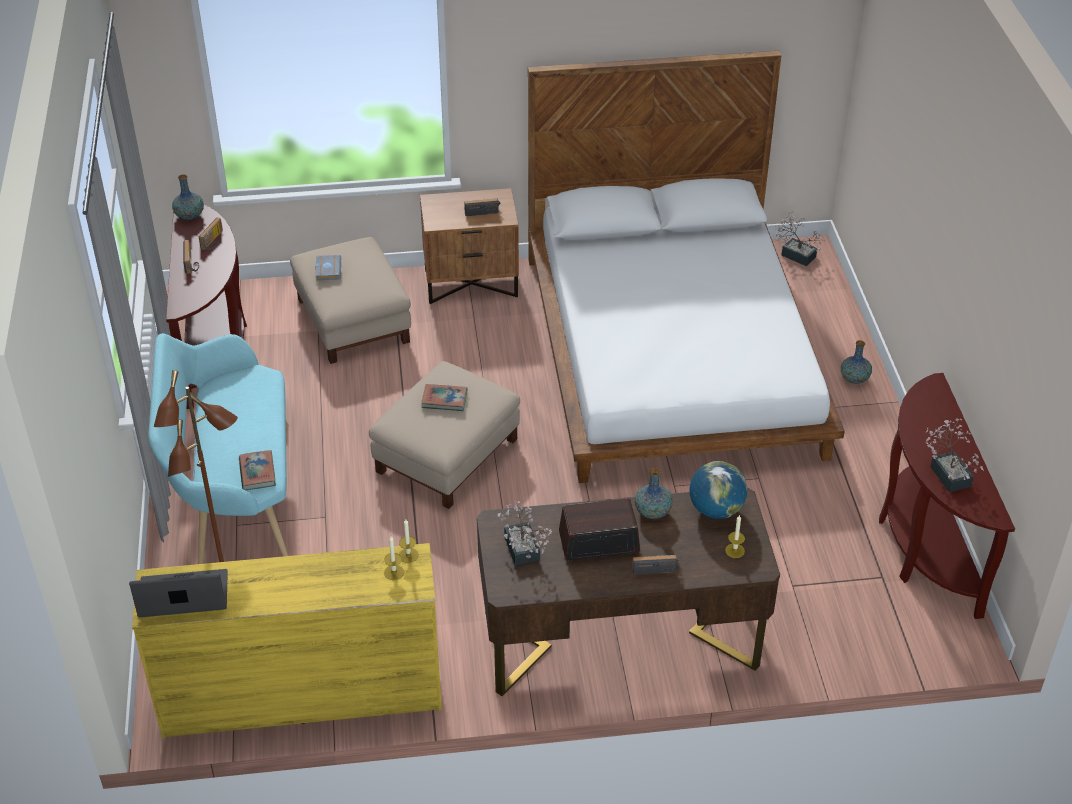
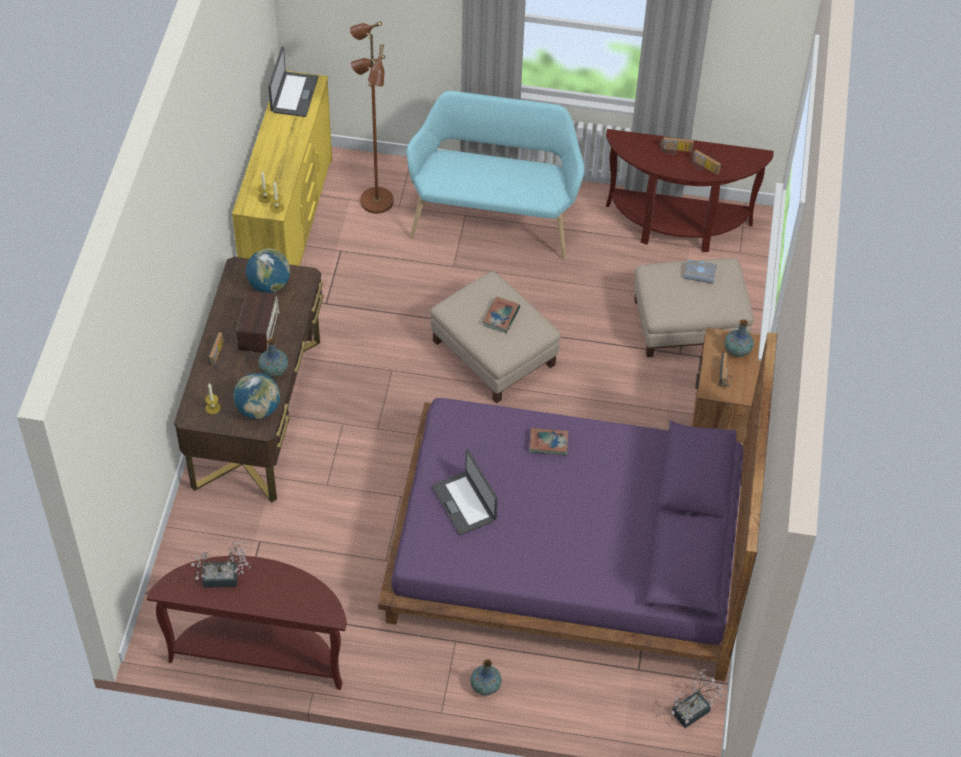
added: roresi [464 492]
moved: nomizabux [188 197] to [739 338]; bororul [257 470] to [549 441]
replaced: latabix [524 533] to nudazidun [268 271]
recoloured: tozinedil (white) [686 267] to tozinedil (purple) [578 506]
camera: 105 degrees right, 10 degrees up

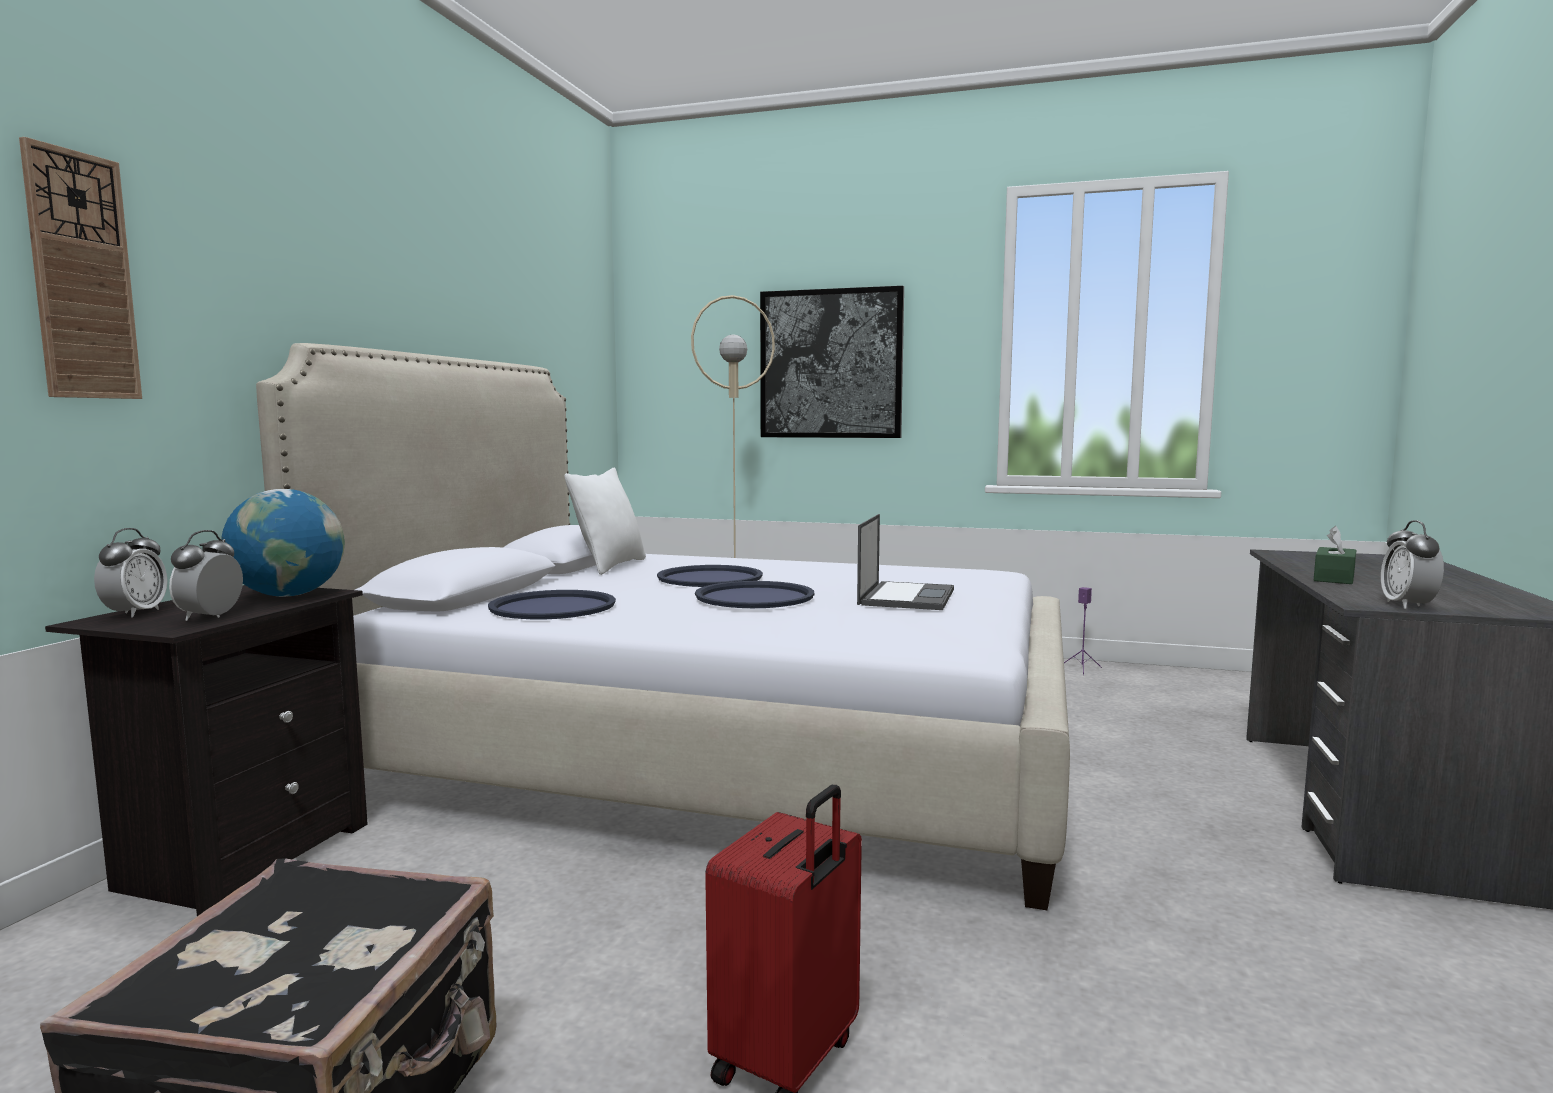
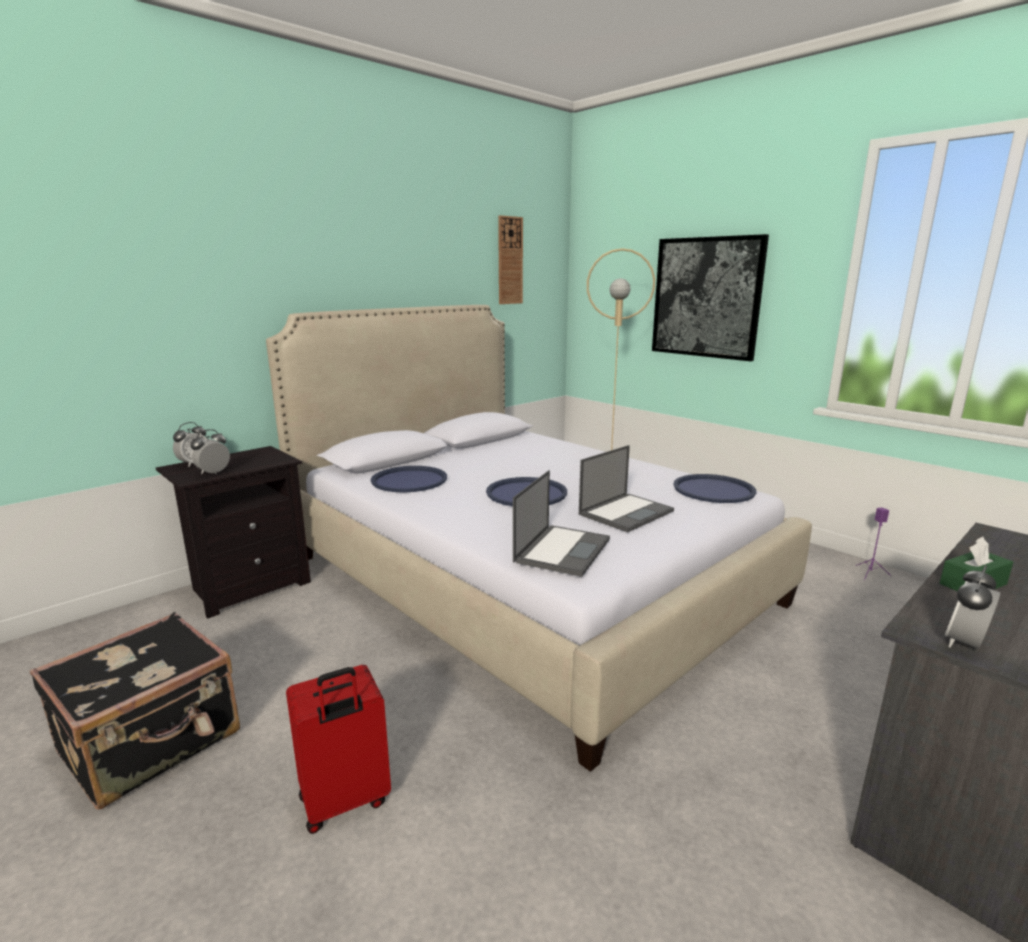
removed: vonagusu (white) [605 521]; nudazidun [283 543]
added: roresi [561 523]
moved: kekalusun [80 268] to [510 259]; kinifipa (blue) [710 576] to [715 488]
camera: 30 degrees right, 10 degrees up

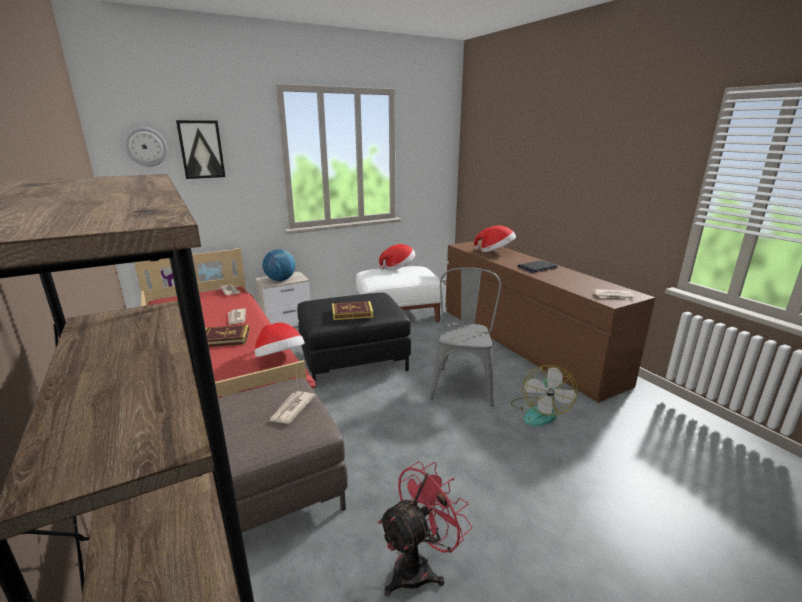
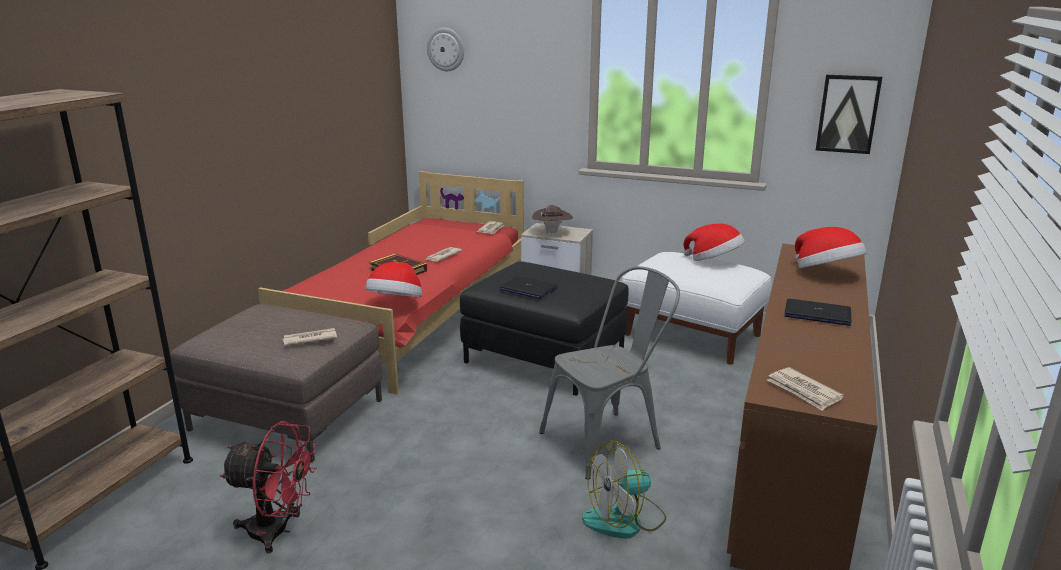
moved: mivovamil [200 149] to [849 114]
replaced: nudazidun [278 265] to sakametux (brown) [552 219]; bororul [353 310] to roresi [528 287]
camera: 50 degrees right, 0 degrees up

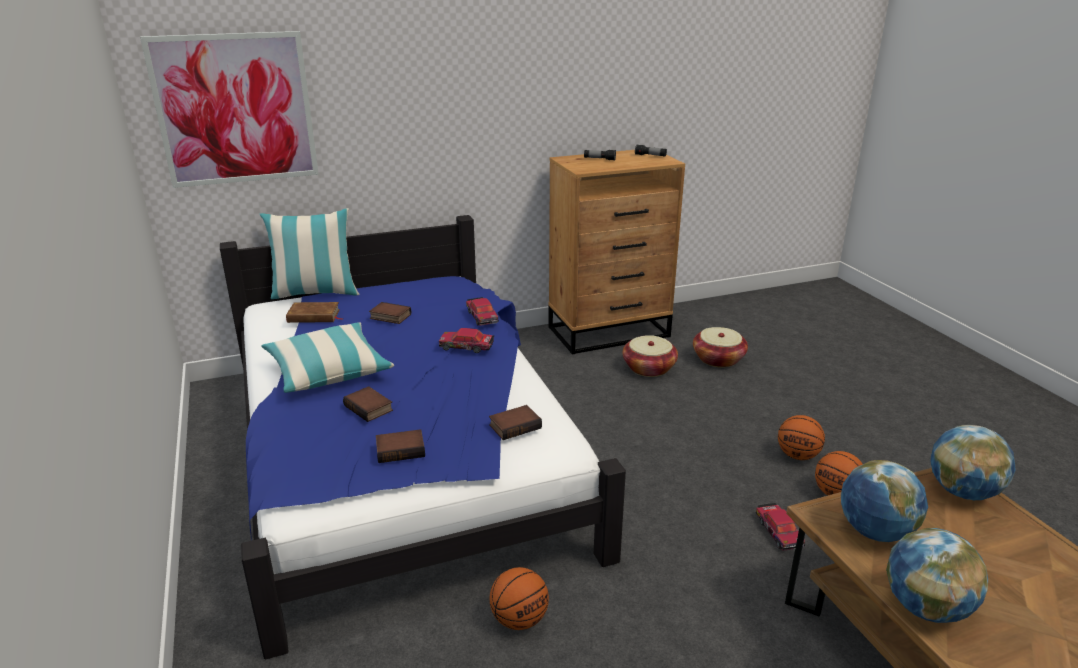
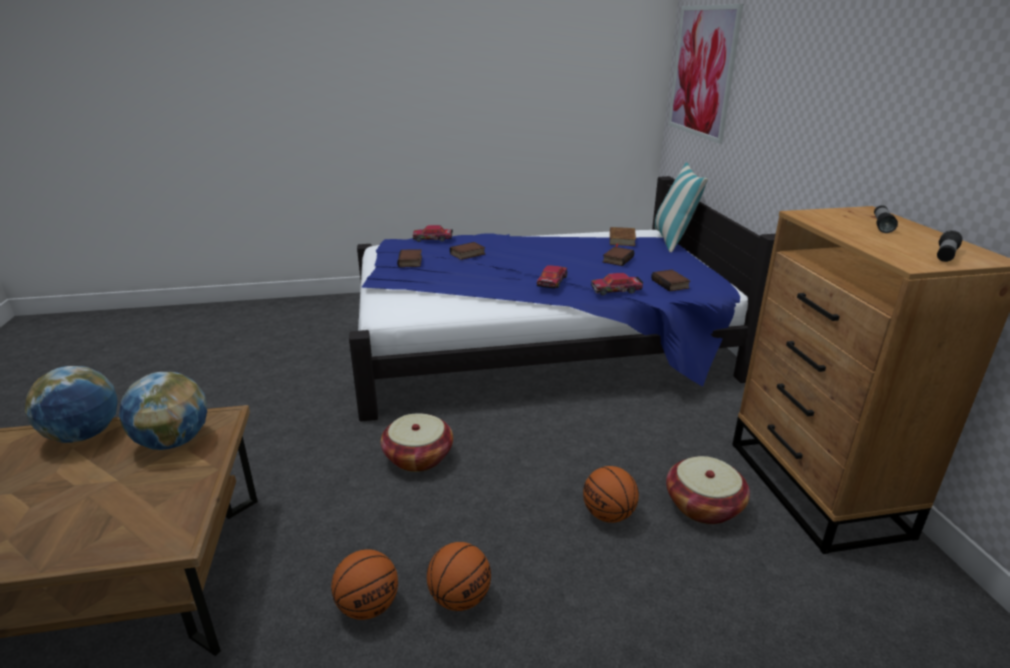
removed: vonagusu [327 357]; nudazidun [973 462]
moved: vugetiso [720 347] to [417 442]; bororul [515 422] to [670 280]; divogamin [780 527] to [433 233]; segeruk [519 598] to [611 494]
camera: 100 degrees right, 0 degrees up

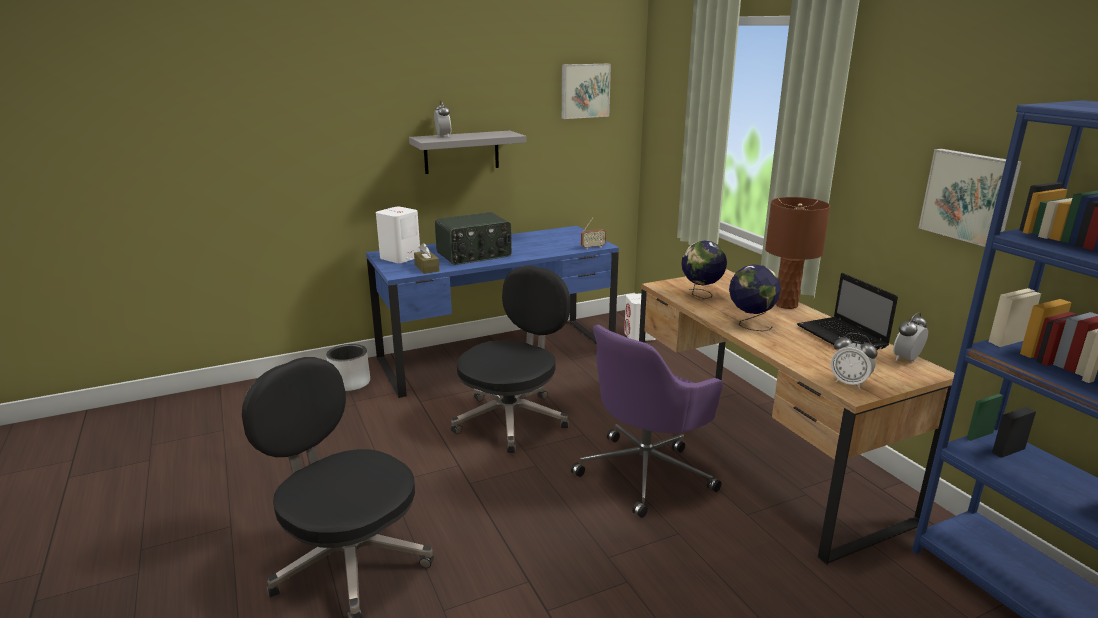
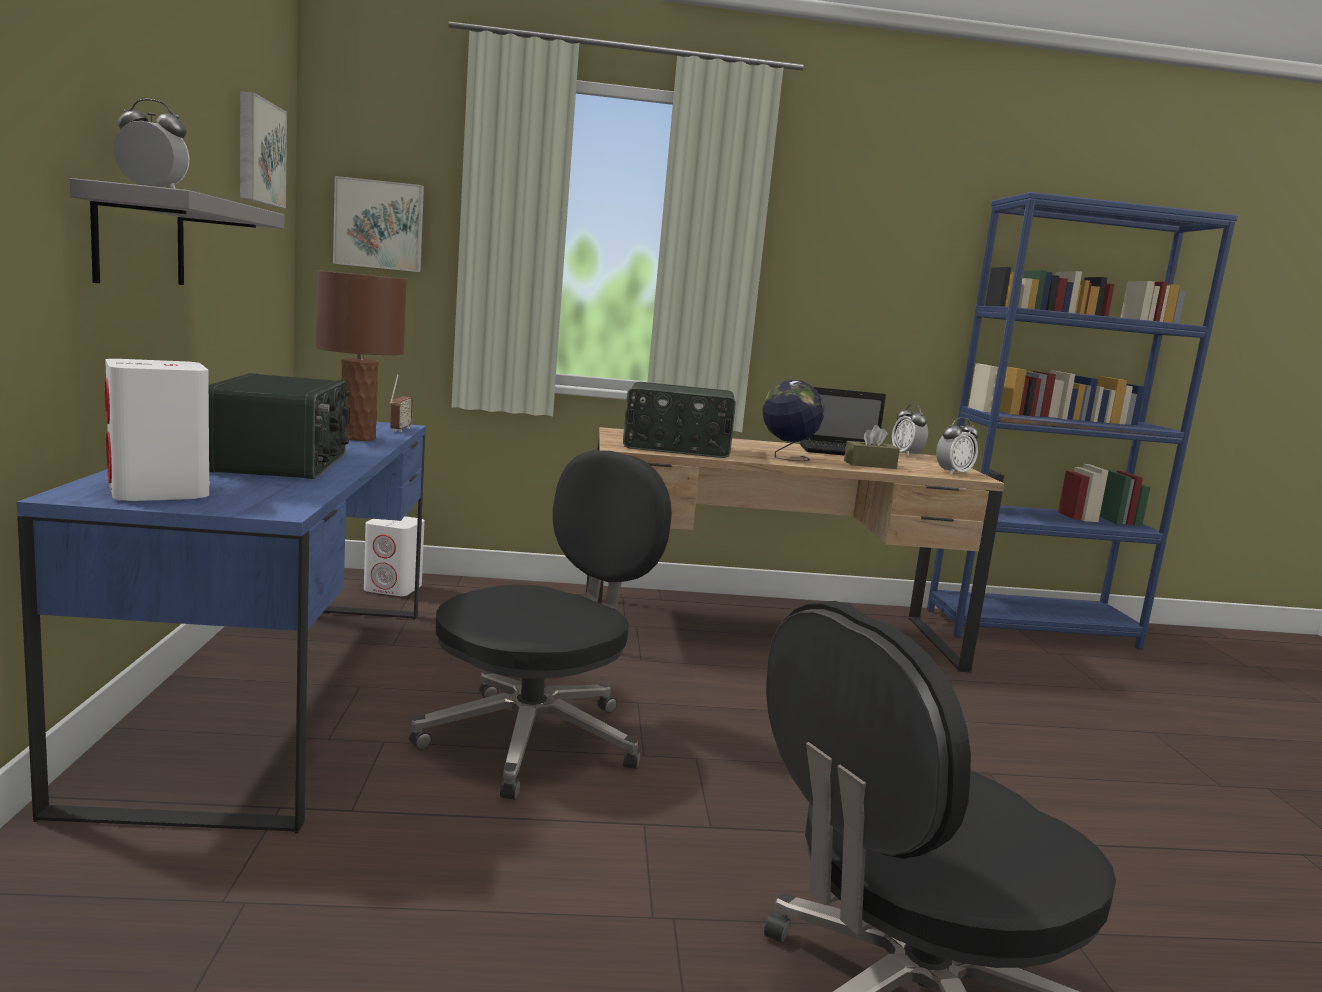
removed: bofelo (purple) [647 421]; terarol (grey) [348 368]
moved: mivovamil [970 198] to [378 224]; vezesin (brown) [797 253] to [361 355]; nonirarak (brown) [427 258] to [872 447]
replaced: nudazidun [704 270] to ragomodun [679 420]
turned: bofelo (black) [510 359] = [540 625] 75 degrees clockwise
camera: 70 degrees left, 10 degrees down

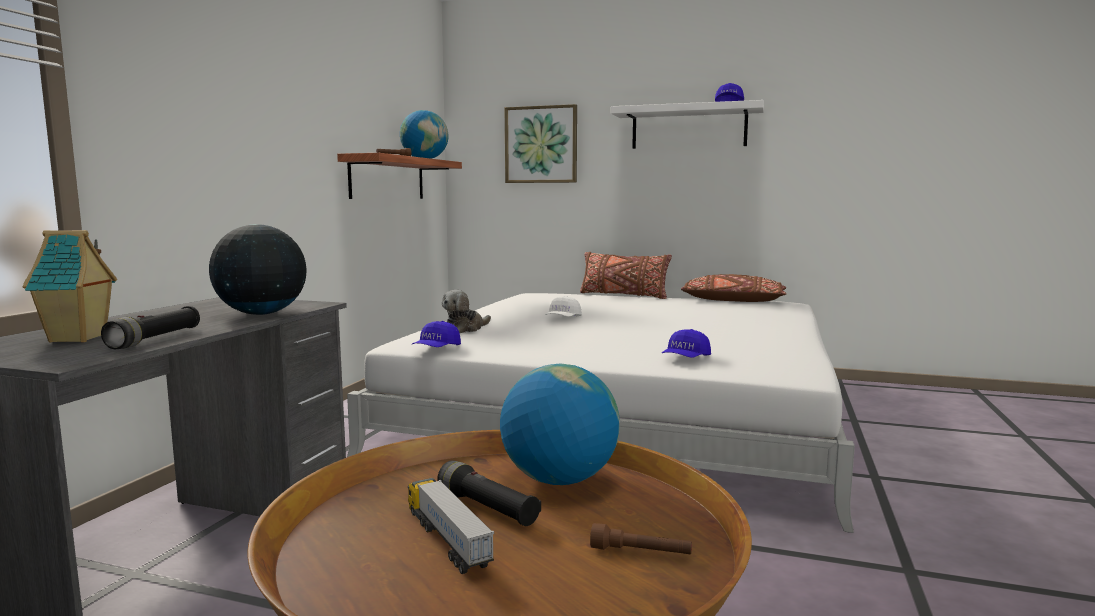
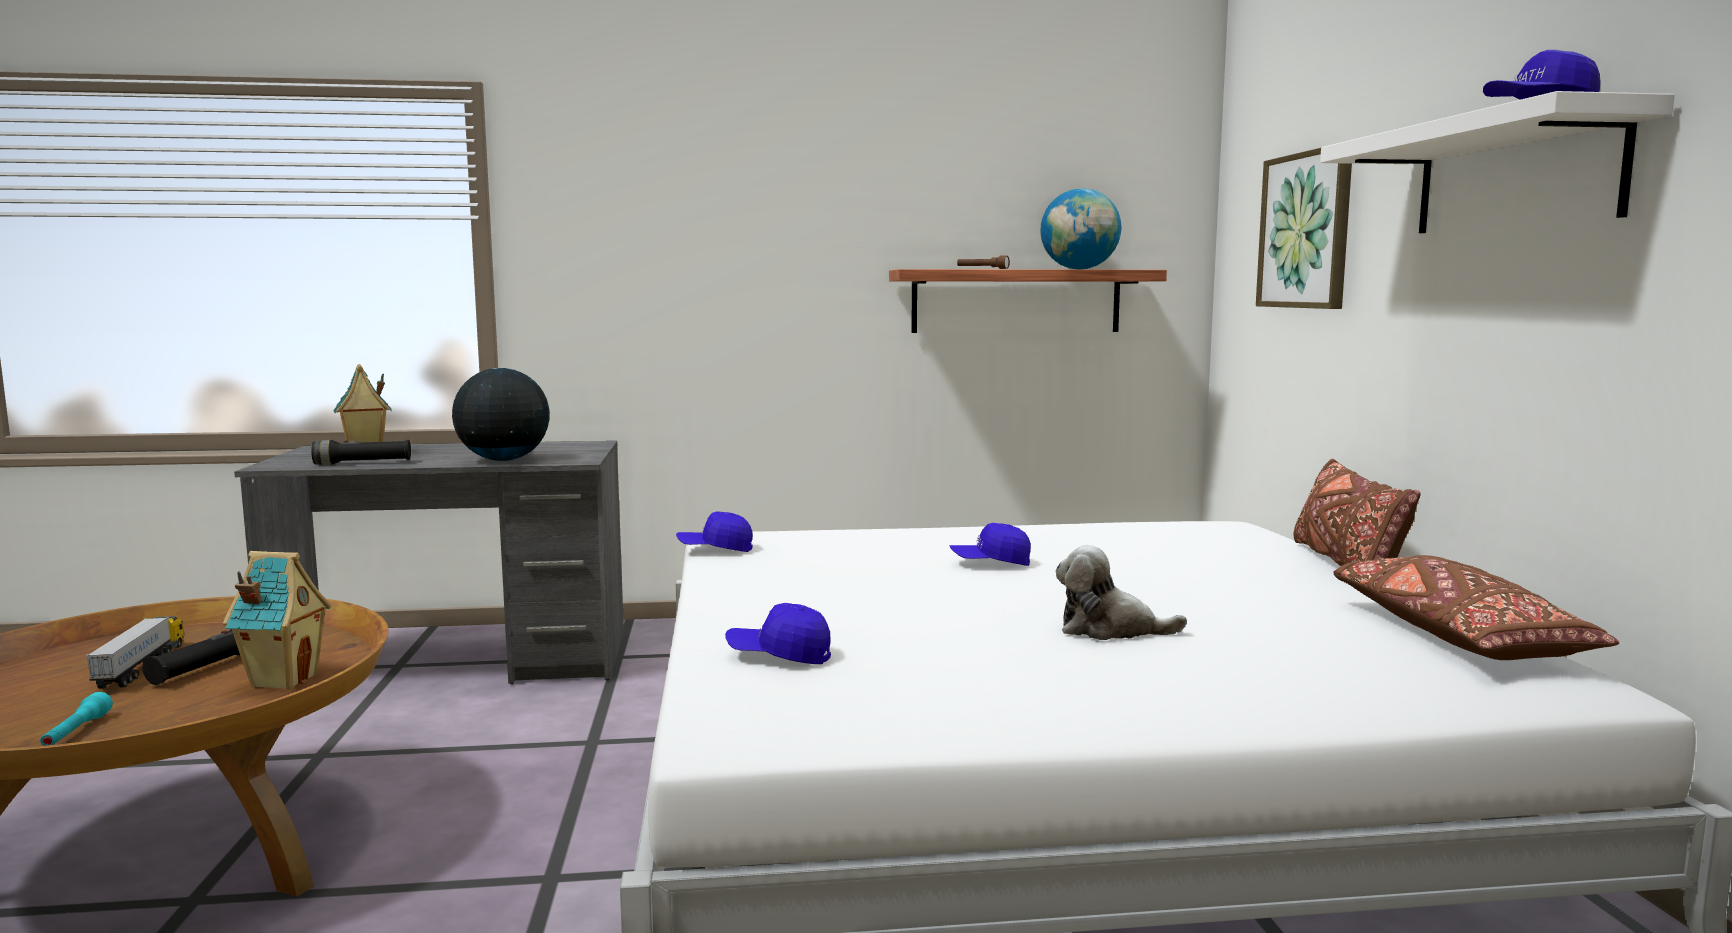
moved: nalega [466 311] to [1121 592]
replaced: nudazidun [560 424] to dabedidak [277 620]
recoloured: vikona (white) [563 306] to vikona (blue) [990 544]; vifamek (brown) [641 538] to vifamek (turquoise) [76 719]
turned: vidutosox [451 526] = [135 652] 45 degrees counterclockwise
camera: 65 degrees right, 0 degrees up

